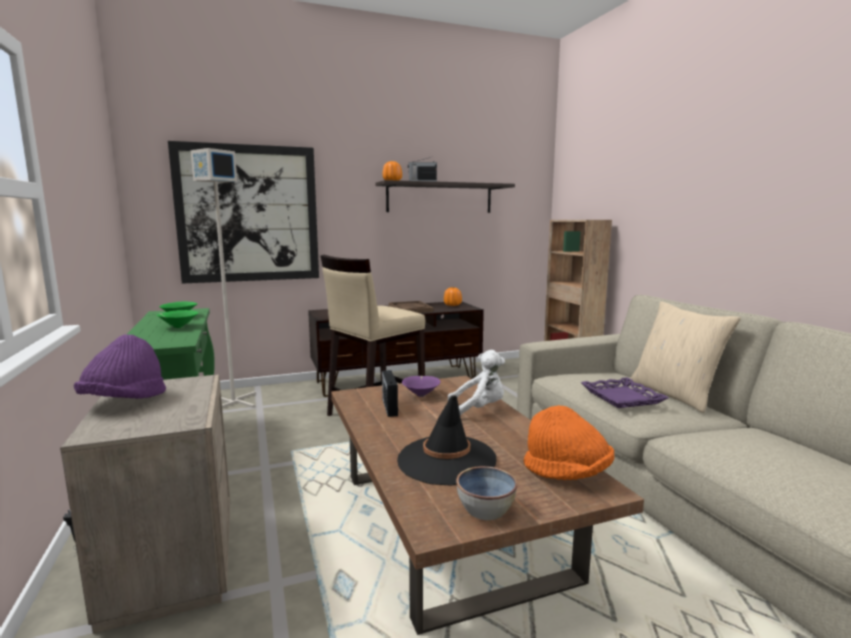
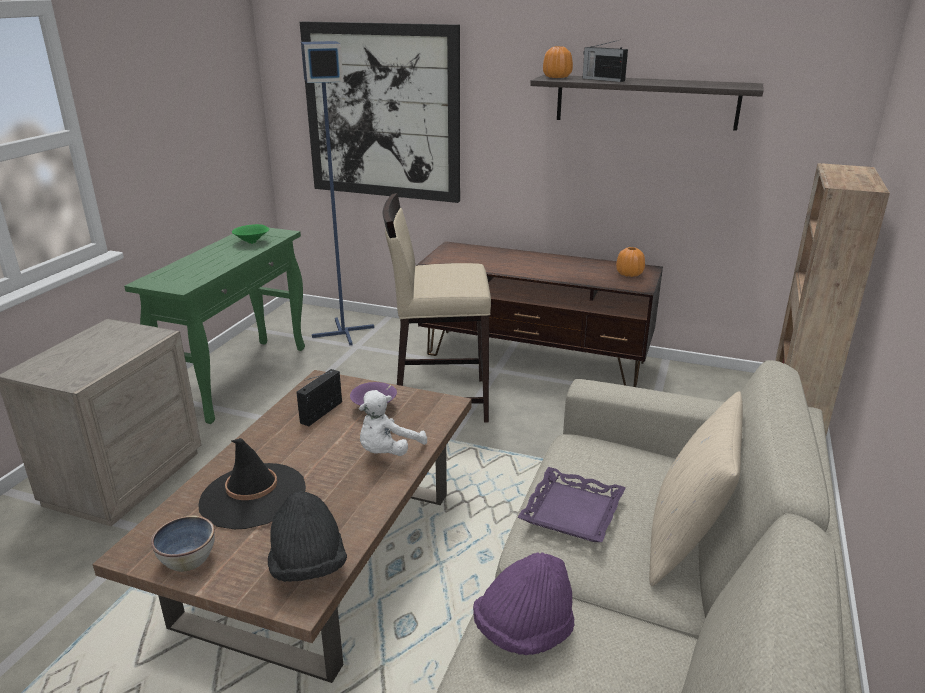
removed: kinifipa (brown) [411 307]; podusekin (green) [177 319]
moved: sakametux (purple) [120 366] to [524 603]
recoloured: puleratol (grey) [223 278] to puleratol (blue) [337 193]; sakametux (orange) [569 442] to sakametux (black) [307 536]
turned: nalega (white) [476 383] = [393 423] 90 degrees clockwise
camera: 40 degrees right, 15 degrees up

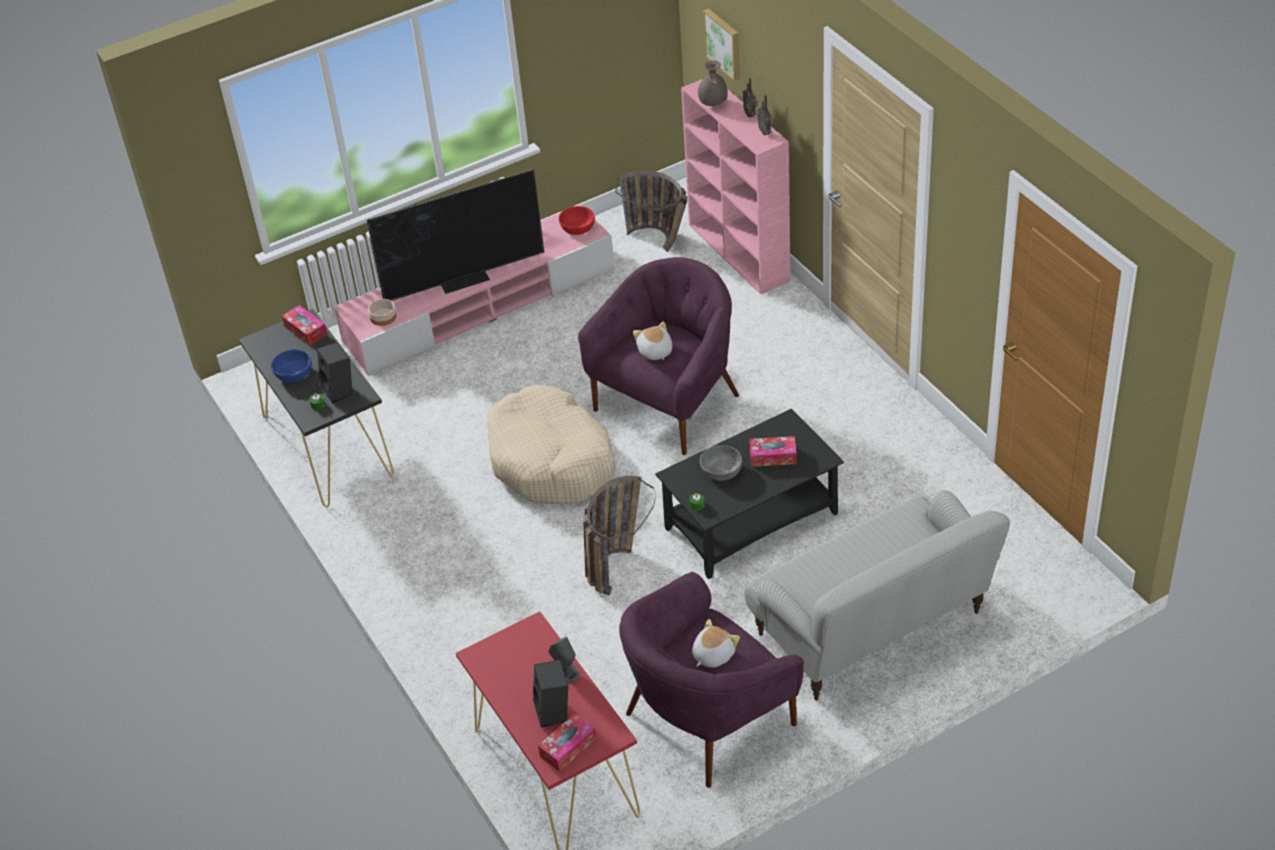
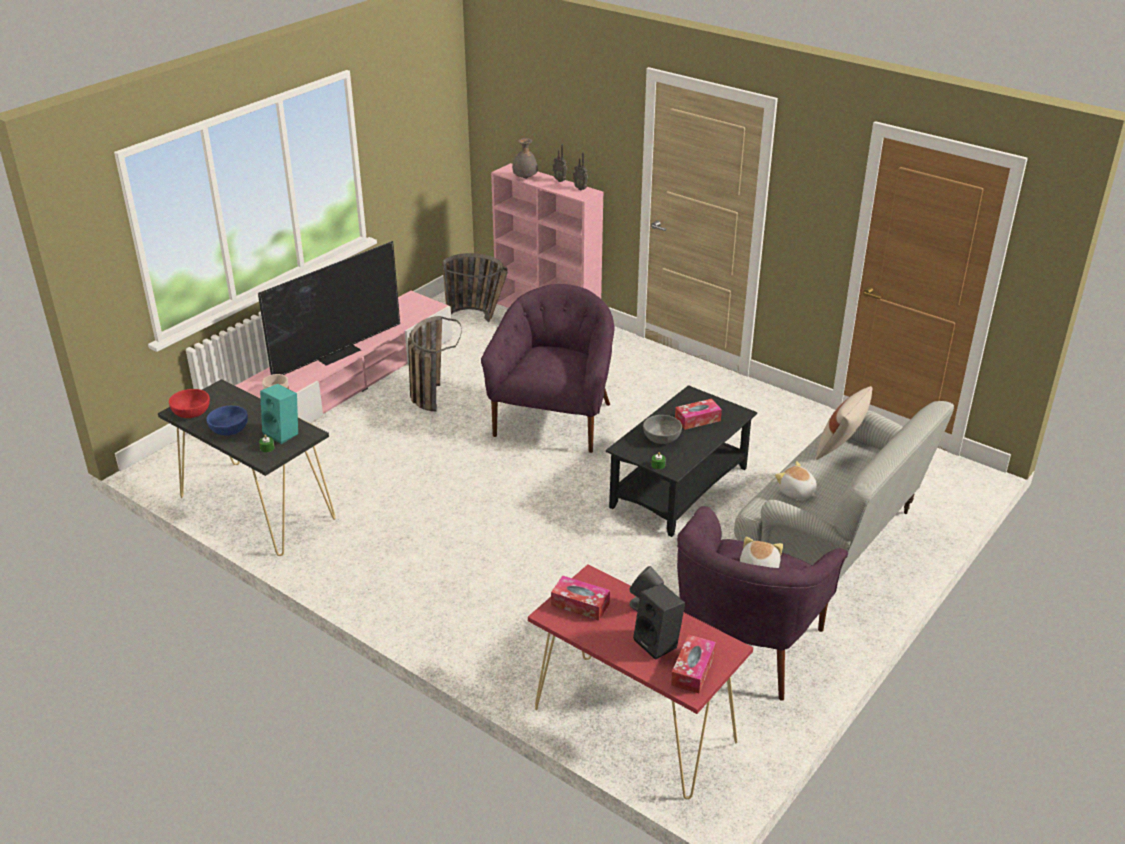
removed: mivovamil [721 45]; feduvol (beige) [552 444]
added: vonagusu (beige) [844 423]
moved: podusekin (red) [577 220] to [189 403]; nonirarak [304 325] to [580 598]; nalega [652 341] to [796 480]; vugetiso [619 535] to [435 363]
recoloured: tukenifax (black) [335 372] to tukenifax (turquoise) [279 414]
camera: 25 degrees left, 10 degrees down

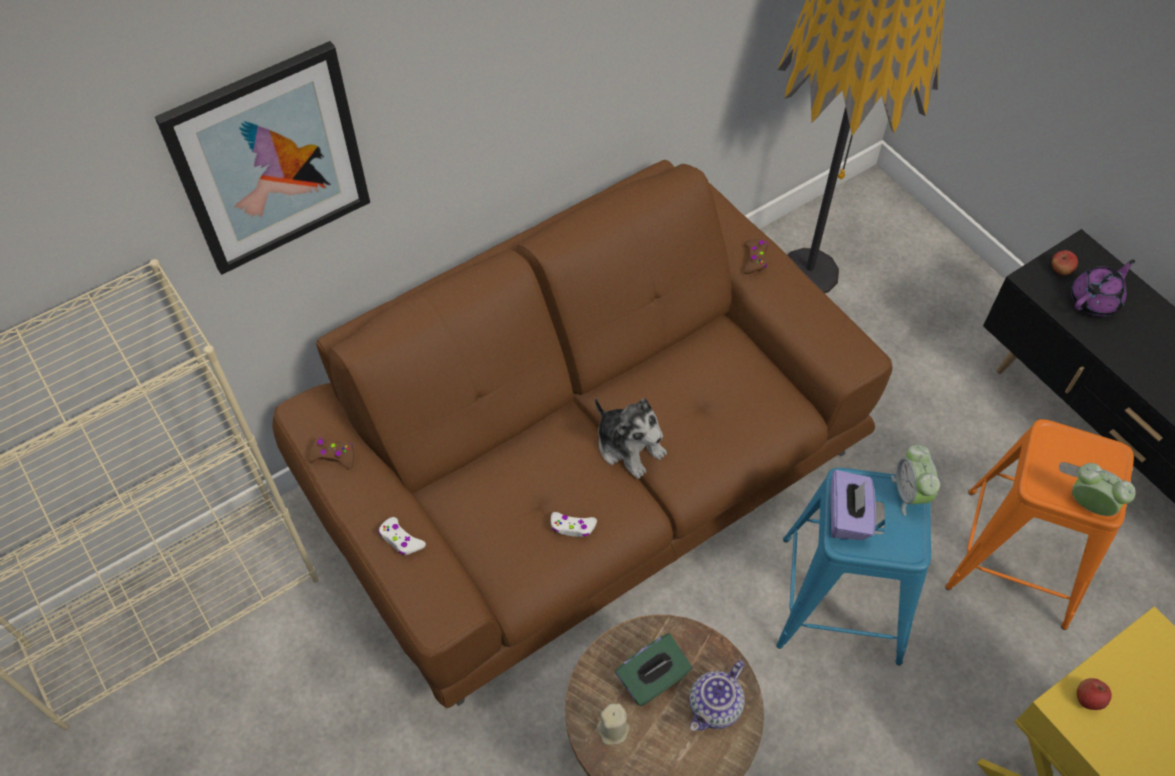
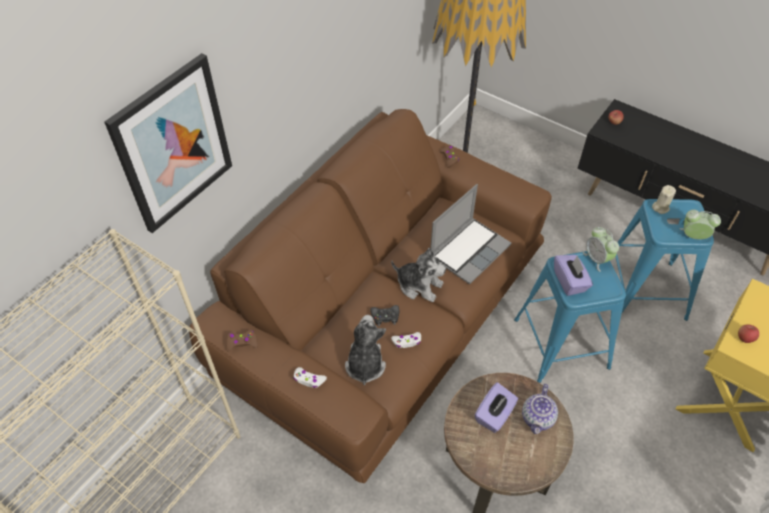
removed: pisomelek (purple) [1103 288]
added: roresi [470 234]; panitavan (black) [384 315]; nalega [365 350]
moved: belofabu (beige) [613 724] to [664 199]
recoloured: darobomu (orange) [1039 524] to darobomu (blue) [665 260]; nonirarak (green) [653 669] to nonirarak (purple) [496 407]
camera: 20 degrees left, 5 degrees down

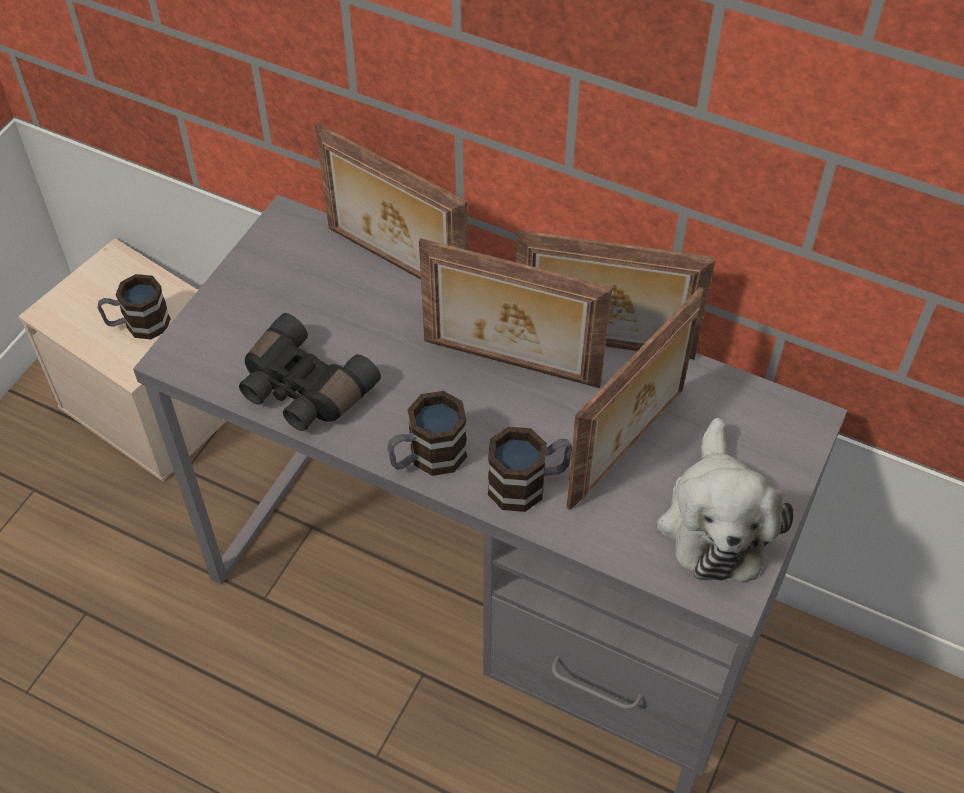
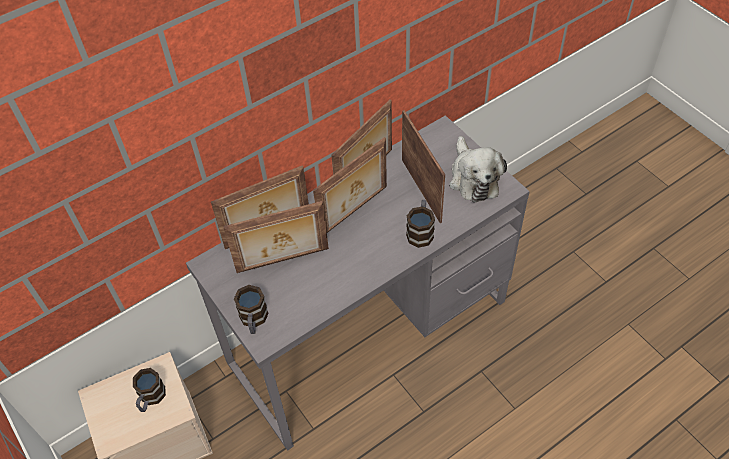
removed: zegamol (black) [310 372]
added: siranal [276 237]
moved: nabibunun [427 433] to [251 309]
turned: nalega [725 500] = [478 169] 45 degrees clockwise
camera: 60 degrees left, 0 degrees up

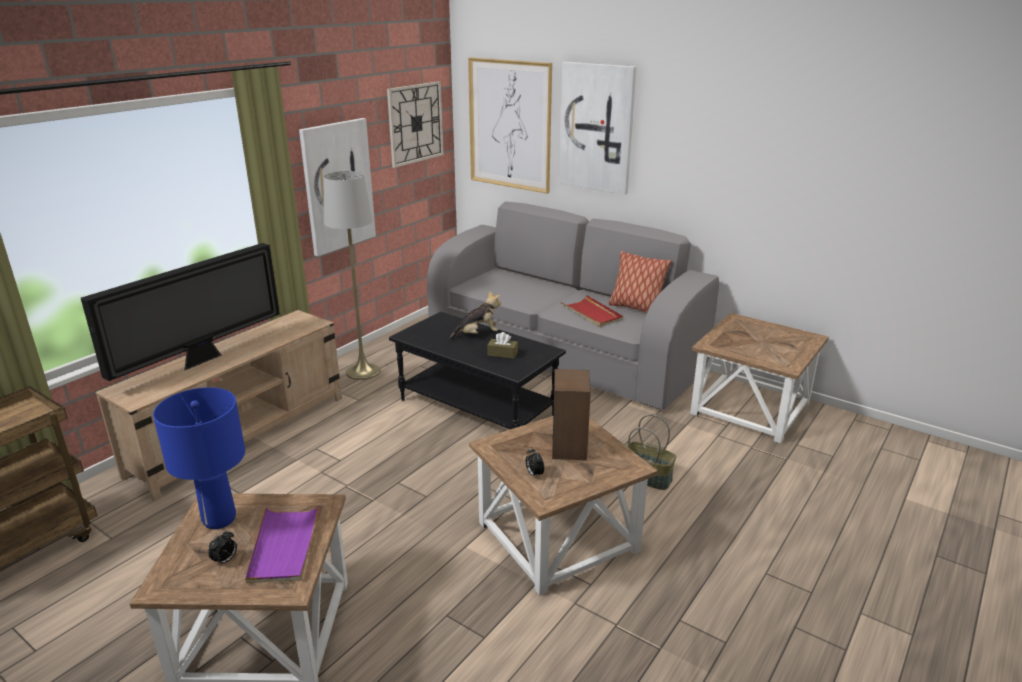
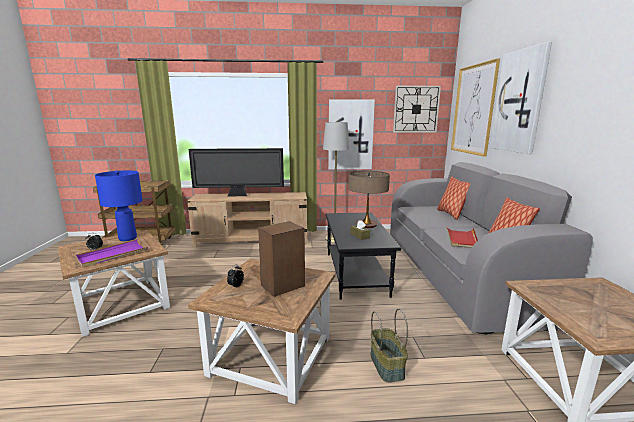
added: vonagusu [453 198]
replaced: nalega [475 315] to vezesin [369 199]
camera: 50 degrees right, 10 degrees down

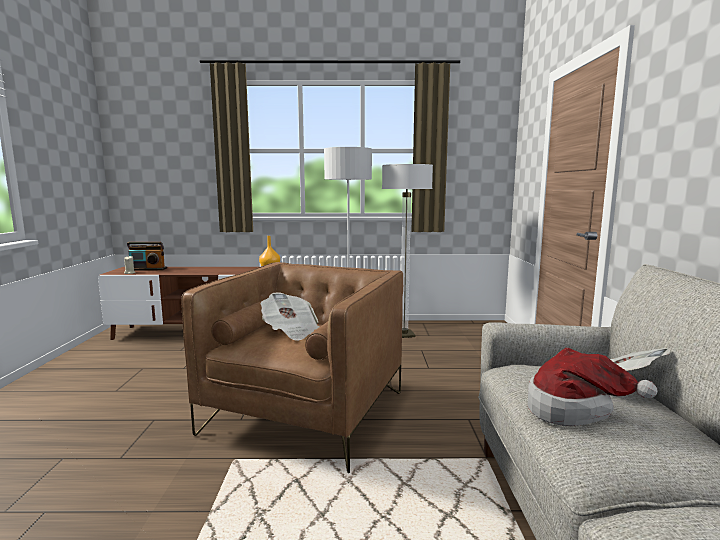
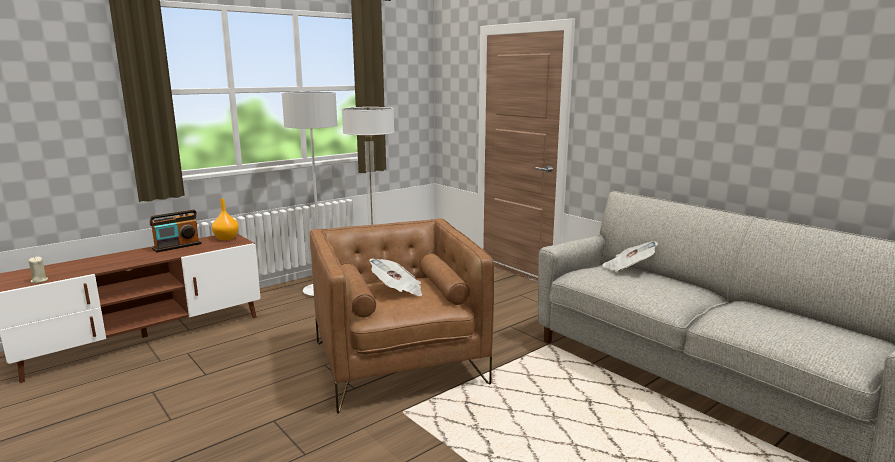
removed: sakametux [593 387]
moved: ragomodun [147 256] to [176 231]
camera: 40 degrees left, 5 degrees up

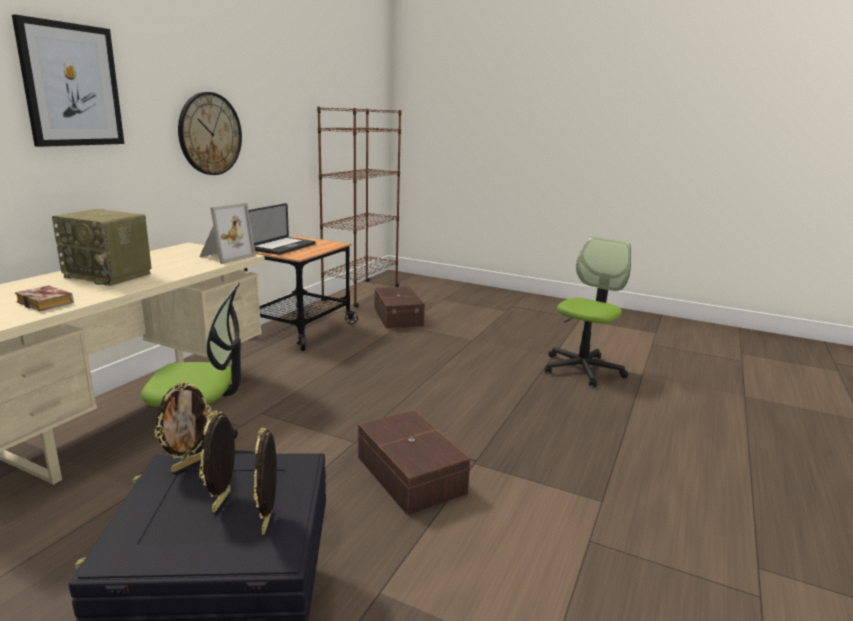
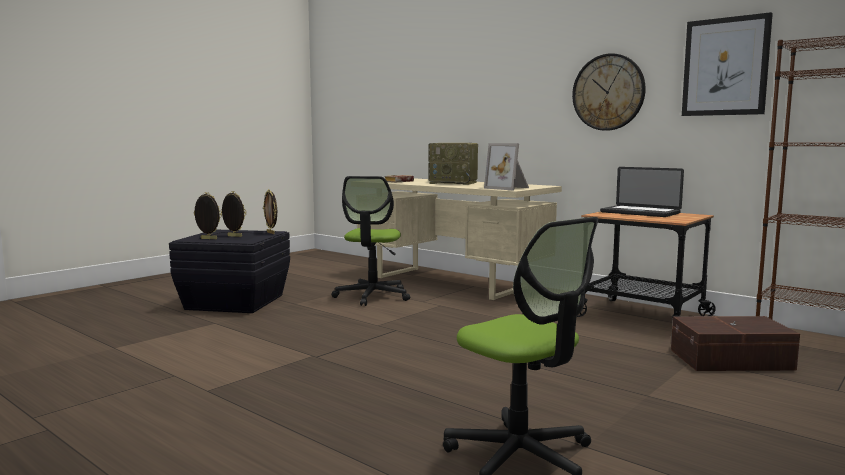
removed: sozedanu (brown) [414 463]
moved: mivovamil [68 81] to [727 64]
turned: ragomodun [102 247] = [453 164] 105 degrees counterclockwise
camera: 105 degrees right, 10 degrees down

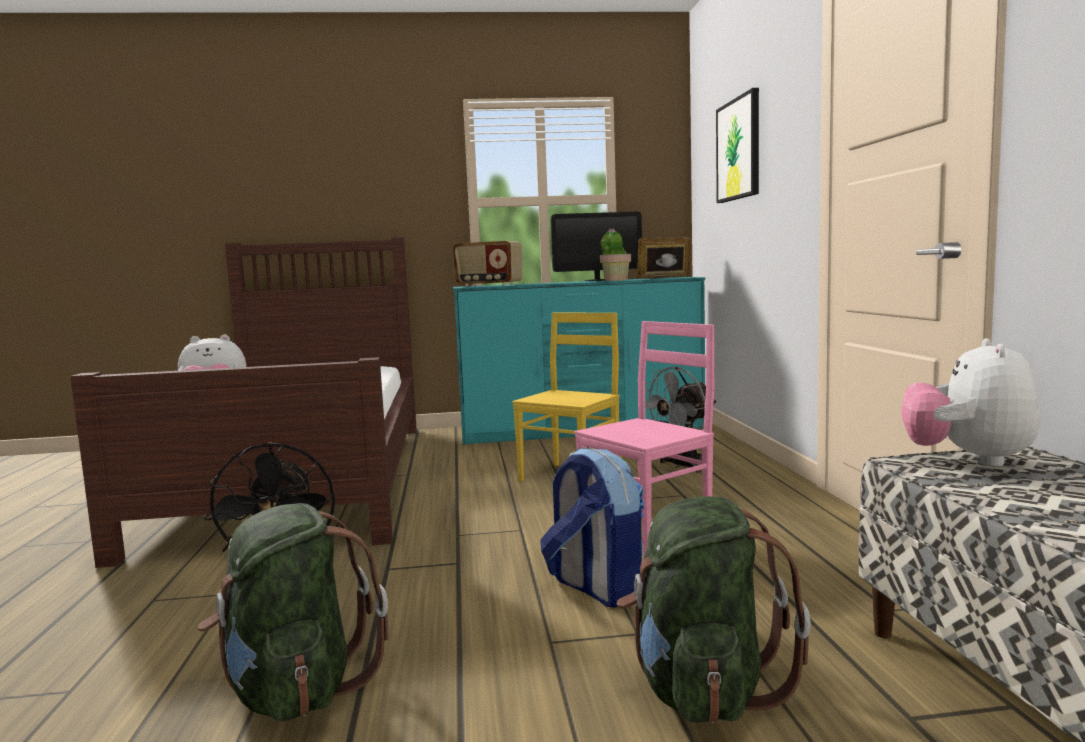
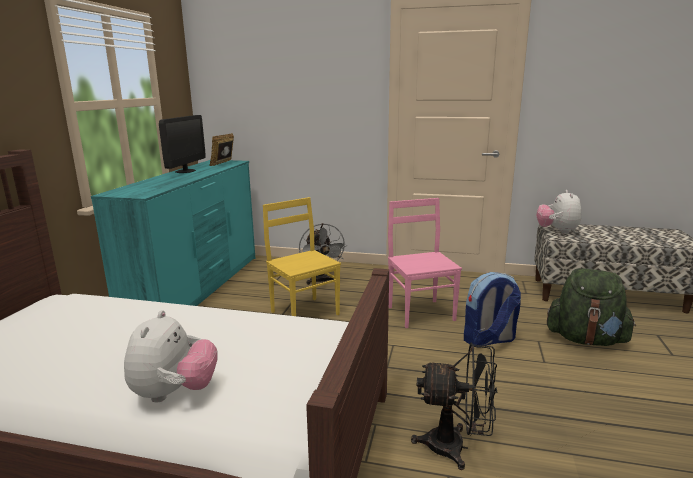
removed: mivovamil [737 145]; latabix [615 254]; ragomodun [487 264]; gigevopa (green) [293 612]
turned: nalega [970 402] = [558 212] 60 degrees clockwise
camera: 70 degrees left, 10 degrees up

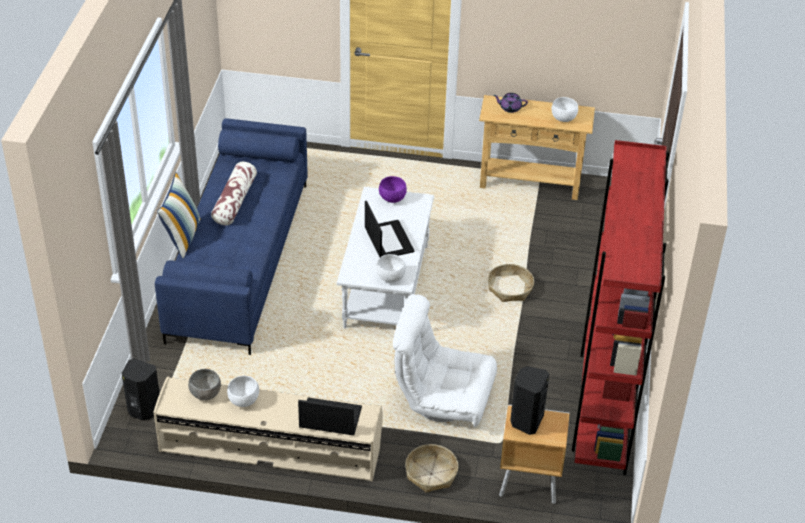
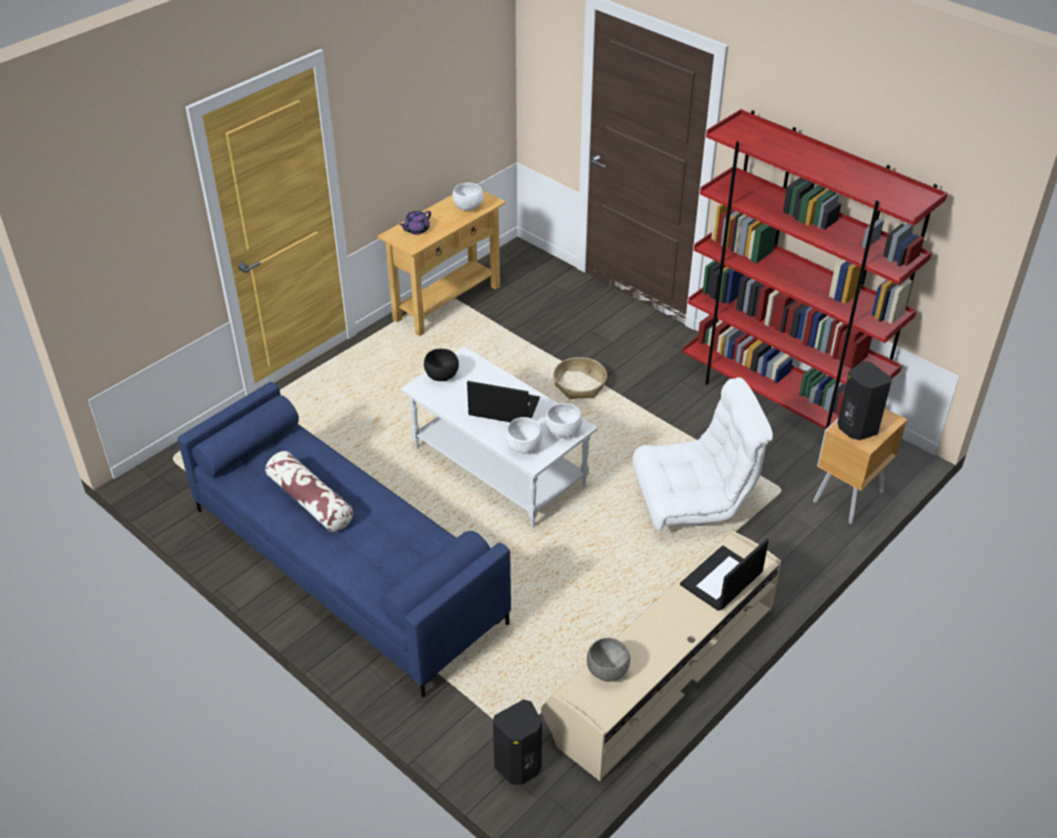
removed: vonagusu [179 215]; vugetiso [431 468]
moved: podusekin (white) [243 391] to [523 435]
recoloured: podusekin (purple) [393 189] to podusekin (black) [441 365]
turned: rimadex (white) [445 360] = [702 454] 150 degrees counterclockwise
camera: 55 degrees left, 0 degrees up

